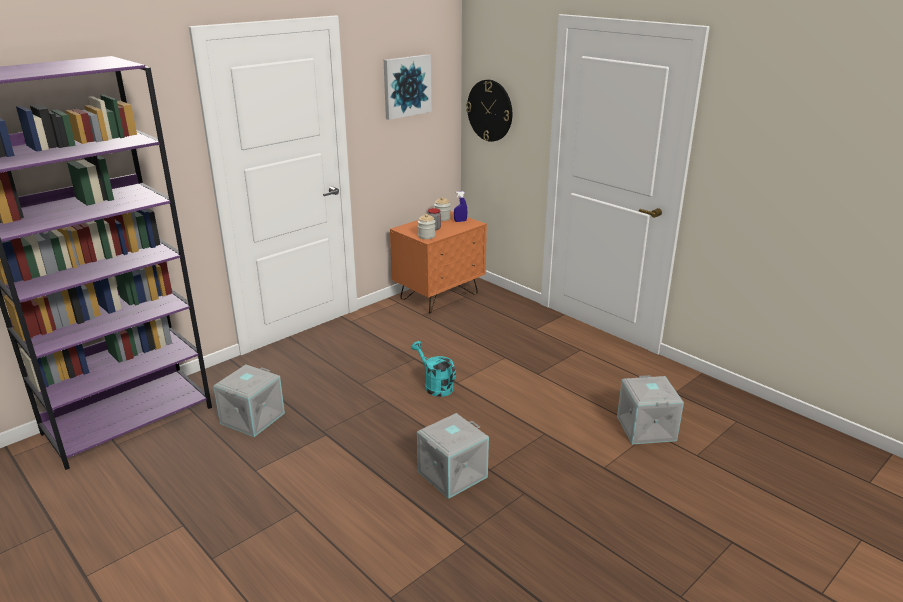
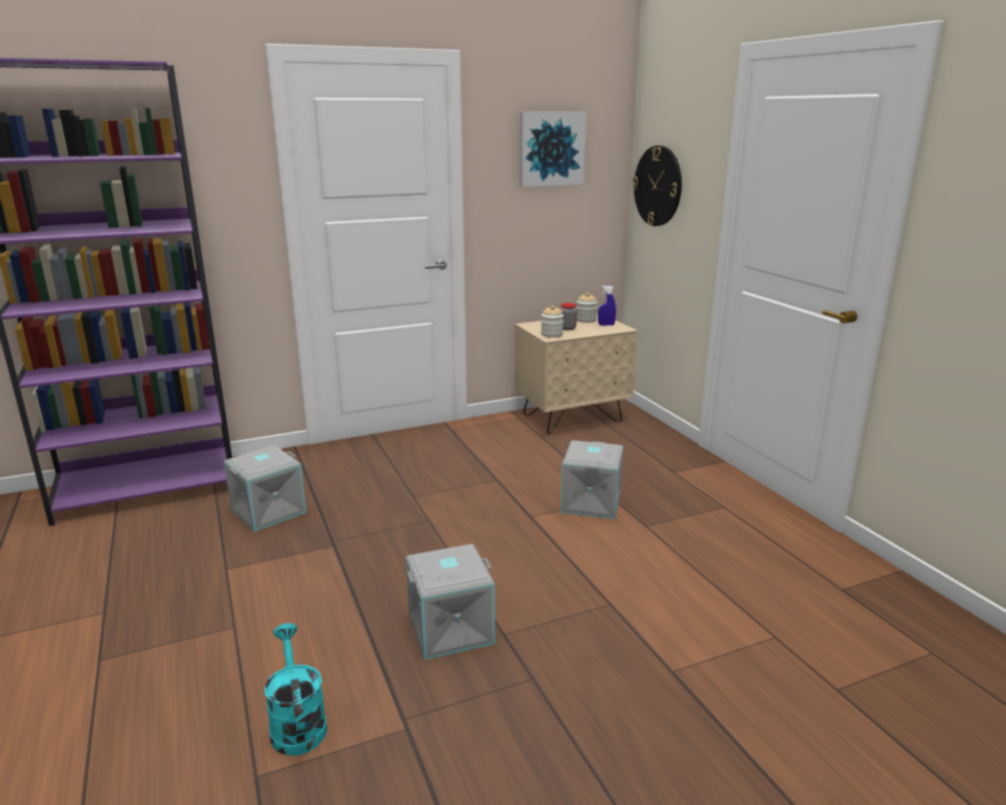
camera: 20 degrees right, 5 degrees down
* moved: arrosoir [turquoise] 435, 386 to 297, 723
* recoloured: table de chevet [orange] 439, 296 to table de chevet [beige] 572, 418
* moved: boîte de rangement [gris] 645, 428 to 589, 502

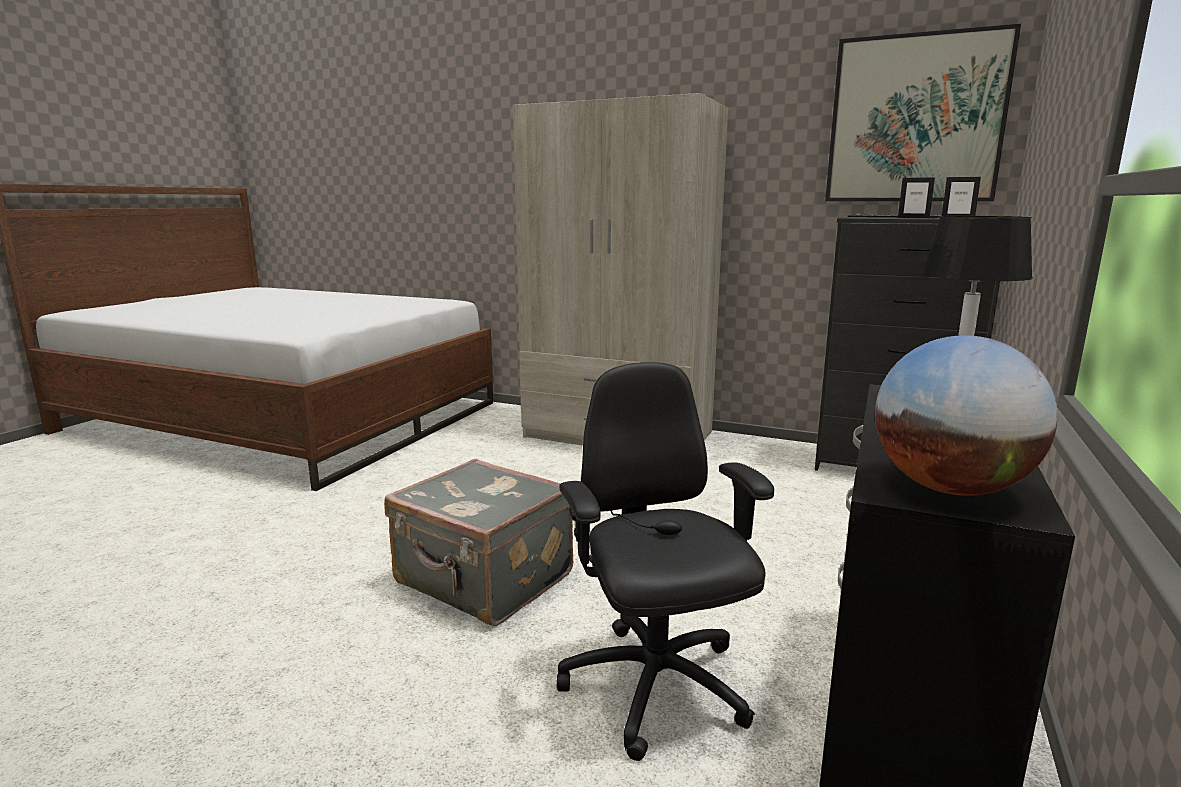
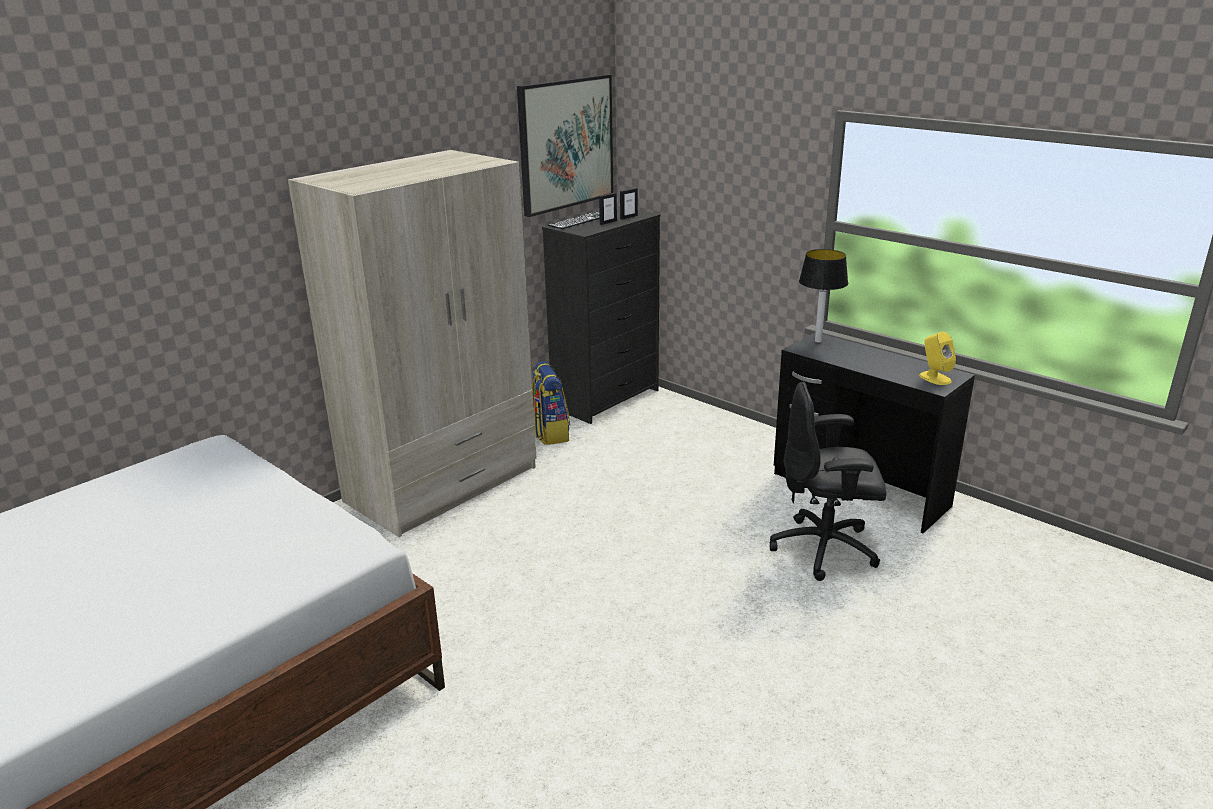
camera: 70 degrees left, 10 degrees up
* added: sac à dos 549, 433
* replaced: globe 950, 488 to enceinte [jaune] 934, 378
* removed: valise [gris] 483, 581

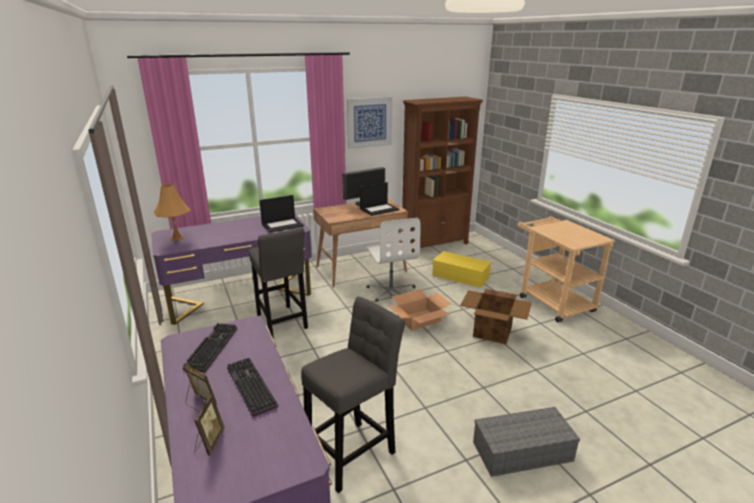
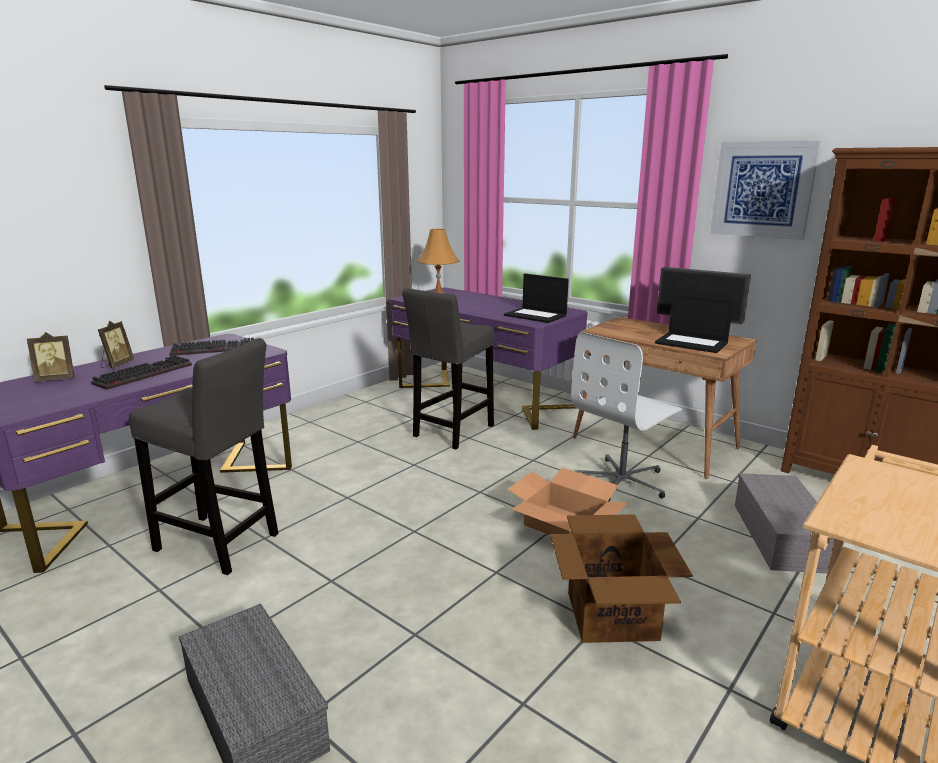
camera: 65 degrees right, 5 degrees down
* recoloured: boîte de rangement [jaune] 461, 276 to boîte de rangement [gris] 782, 537

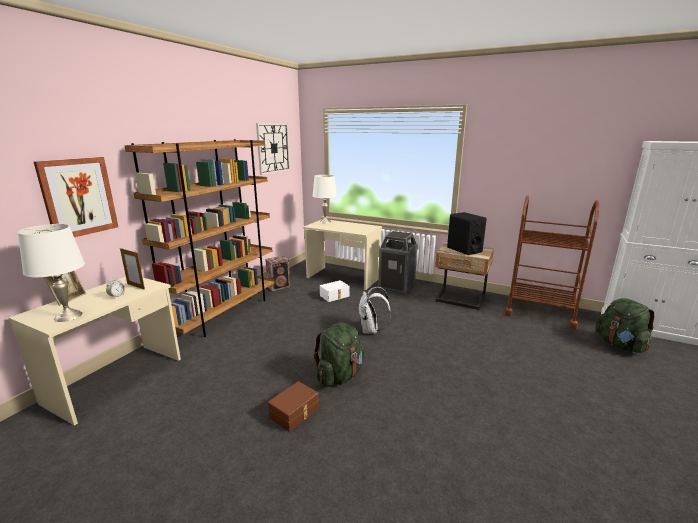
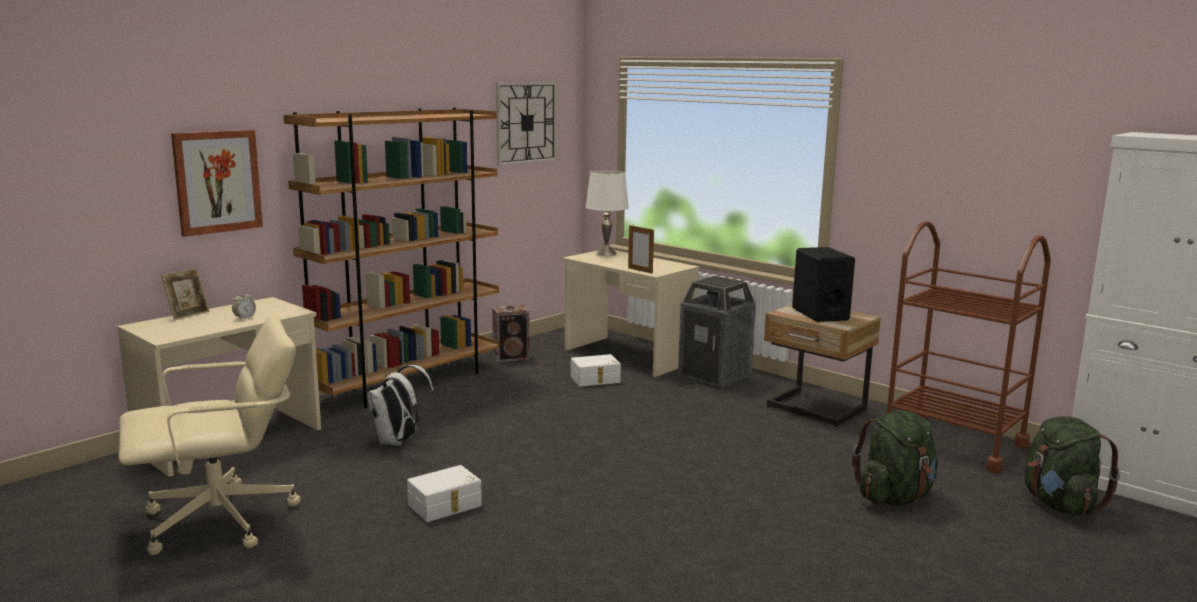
camera: 15 degrees right, 5 degrees down
* added: chaise de bureau [beige] 222, 521
* moved: sac à dos [blanc] 371, 330 to 399, 441
* recoloured: boîte de rangement [marron] 295, 413 to boîte de rangement [blanc] 445, 506
* moved: cadre photo 136, 286 to 640, 270
* moved: sac à dos [vert] 340, 376 to 894, 497
* removed: lampe de table [blanc] 68, 316

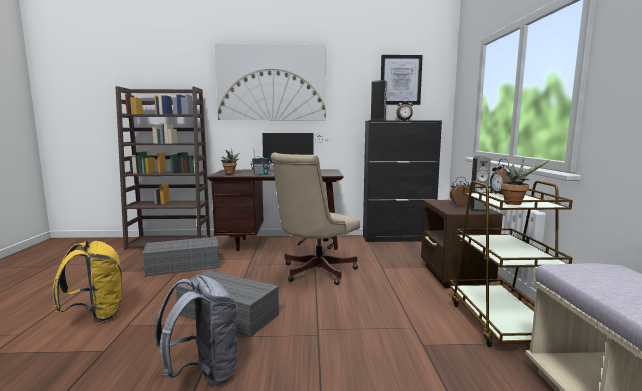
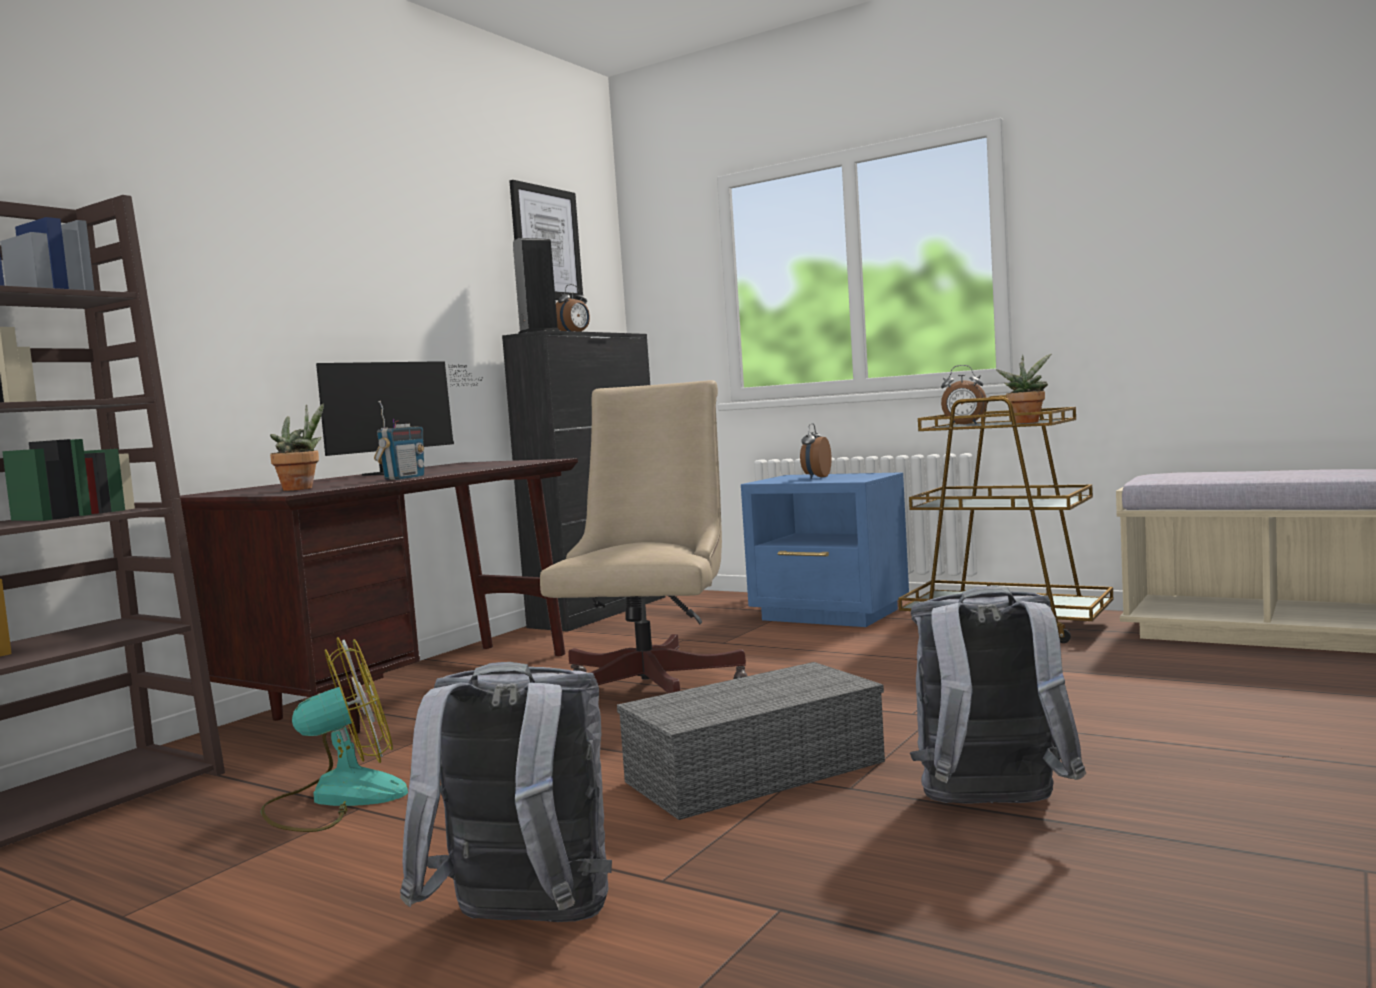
camera: 55 degrees left, 5 degrees down
* replaced: boîte de rangement [gris] 184, 265 to ventilateur 336, 798
* recoloured: sac à dos [jaune] 96, 315 to sac à dos [gris] 524, 927
* turned: chaise de bureau [beige] 314, 272 = 654, 685 150 degrees counterclockwise
* recoloured: table de chevet [marron] 454, 276 to table de chevet [bleu] 831, 615
* removed: tableau 271, 83
* removed: enceinte 477, 209

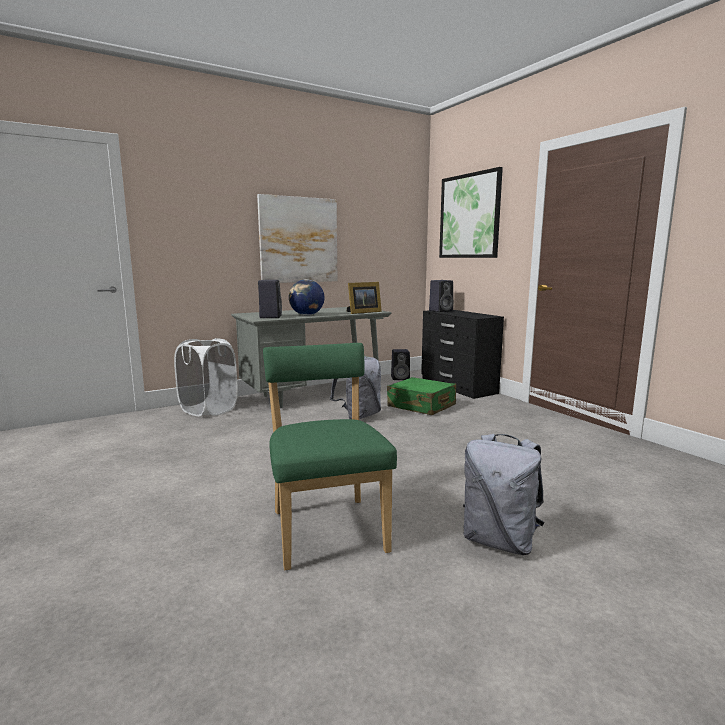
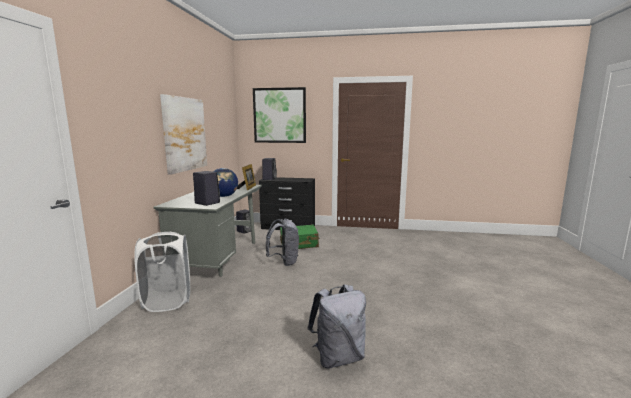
camera: 50 degrees left, 0 degrees up
* moved: sac à dos [gris] 499, 541 to 338, 357
* removed: chaise [vert] 327, 527

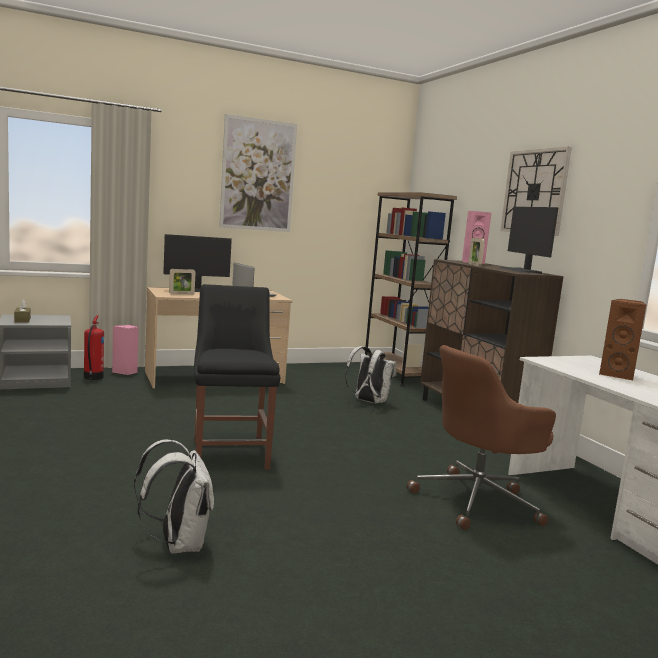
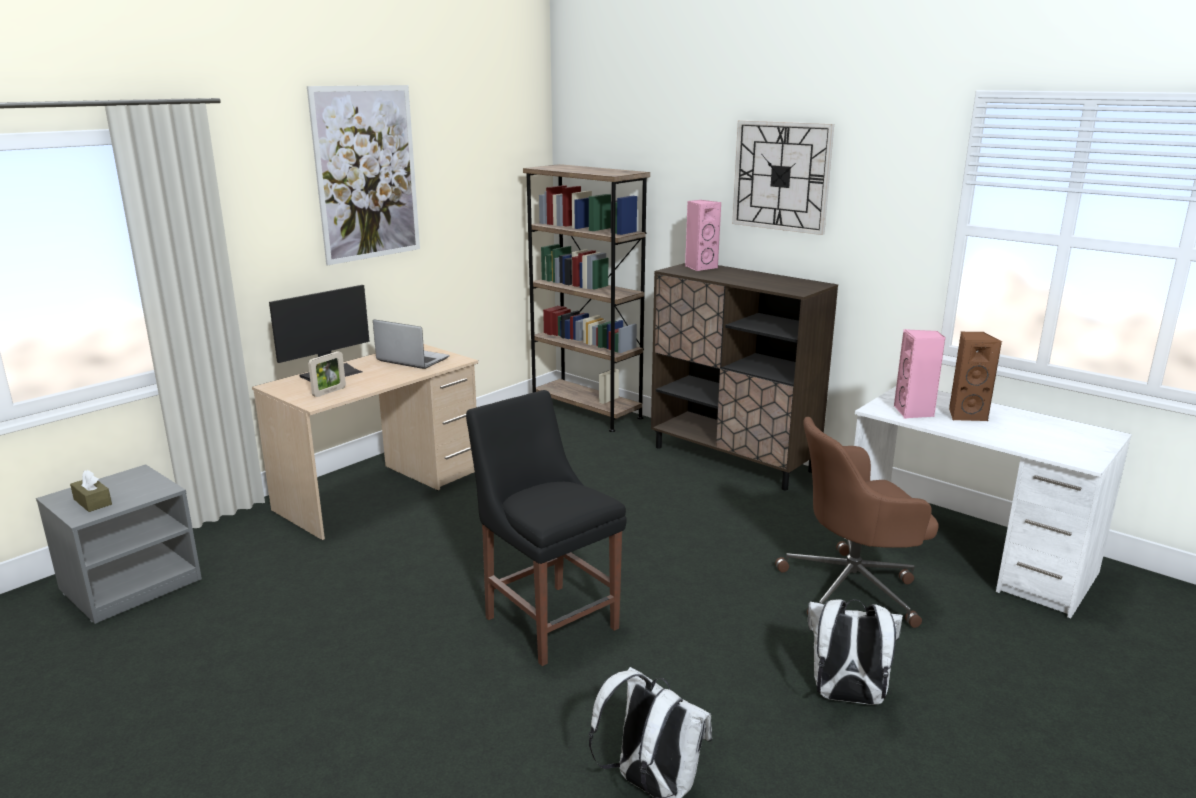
camera: 25 degrees left, 10 degrees up
* turned: chaise de bureau [marron] 477, 501 = 853, 588 45 degrees clockwise
* moved: sac à dos [blanc] 368, 402 to 846, 697
* moved: enceinte [rose] 125, 372 to 914, 412
* removed: extincteur 92, 377
* removed: cadre photo 474, 265
* removed: écran d'ordinateur 521, 270

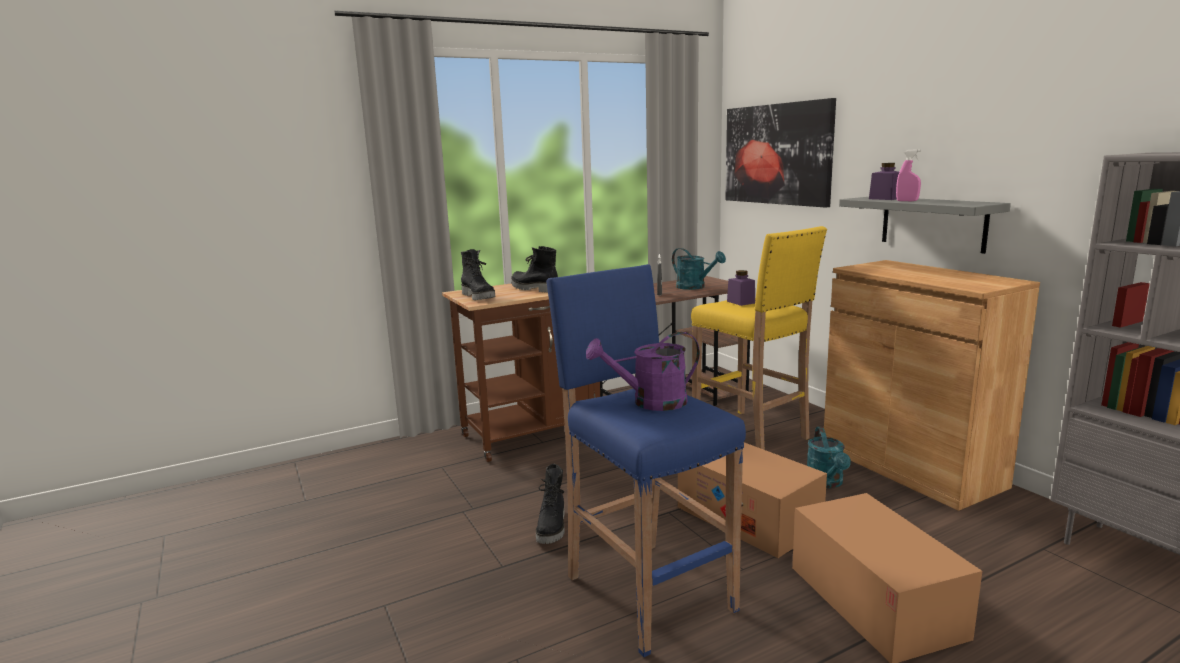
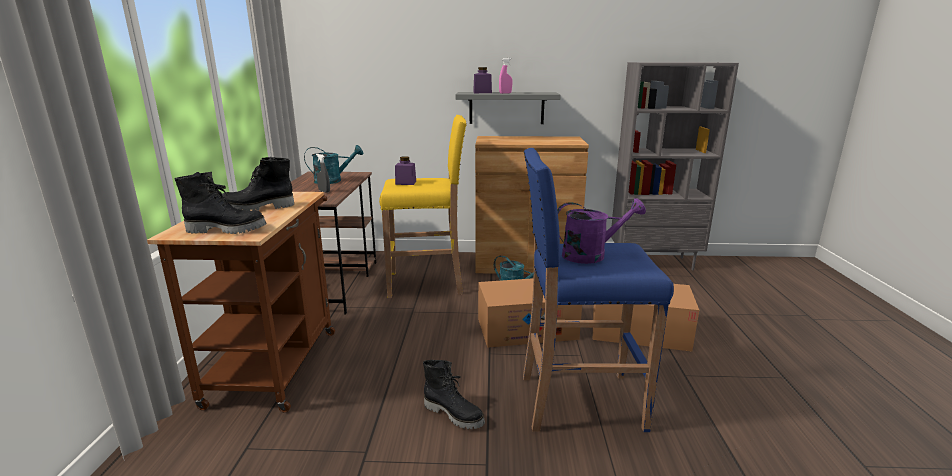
camera: 60 degrees left, 5 degrees up
* turned: arrosoir [violet] 650, 403 = 591, 255 120 degrees counterclockwise
* removed: tableau 777, 154

